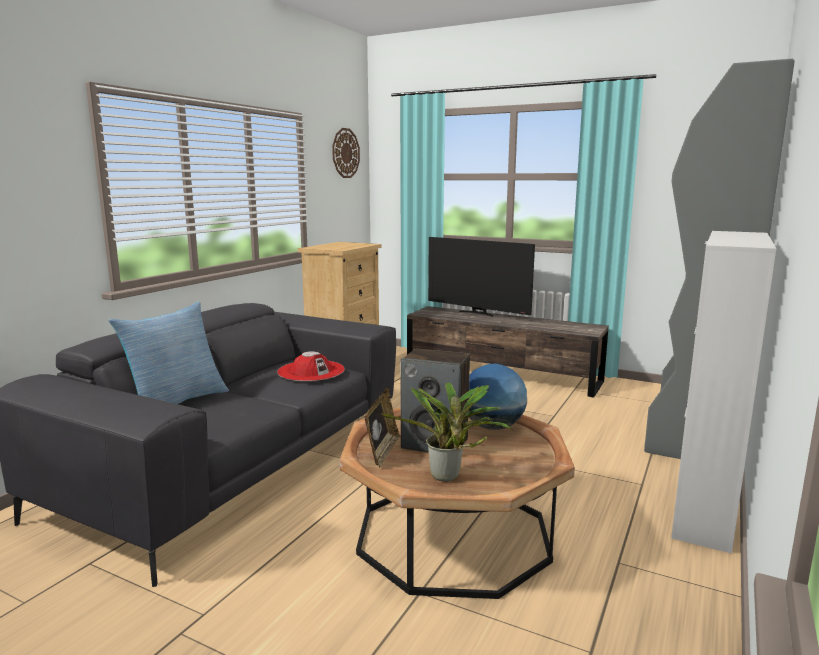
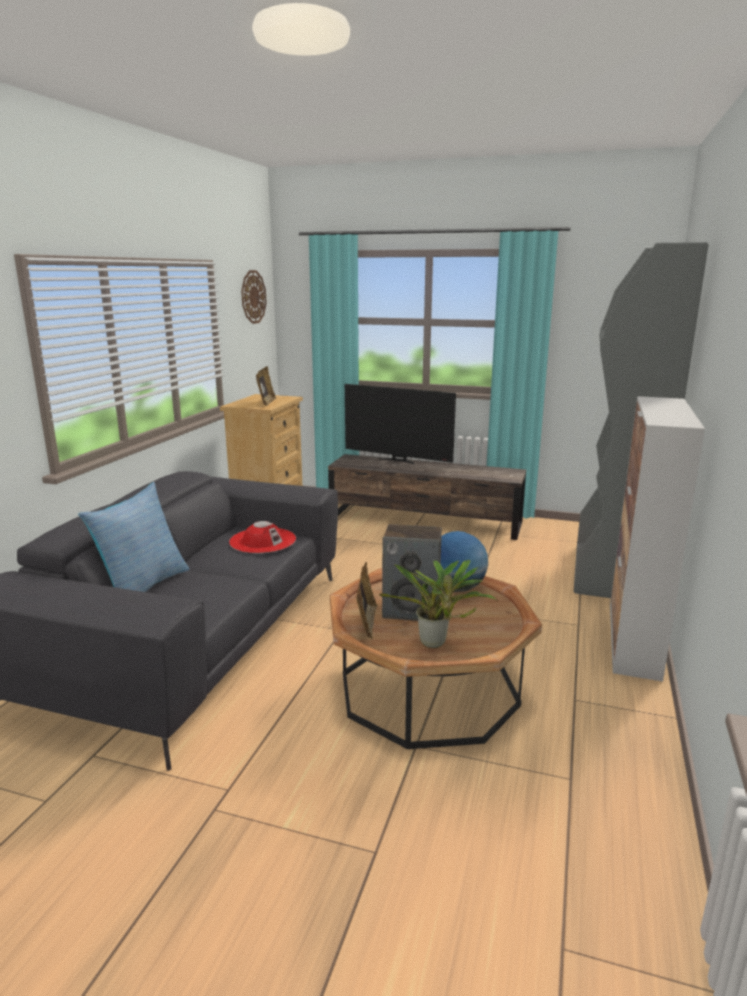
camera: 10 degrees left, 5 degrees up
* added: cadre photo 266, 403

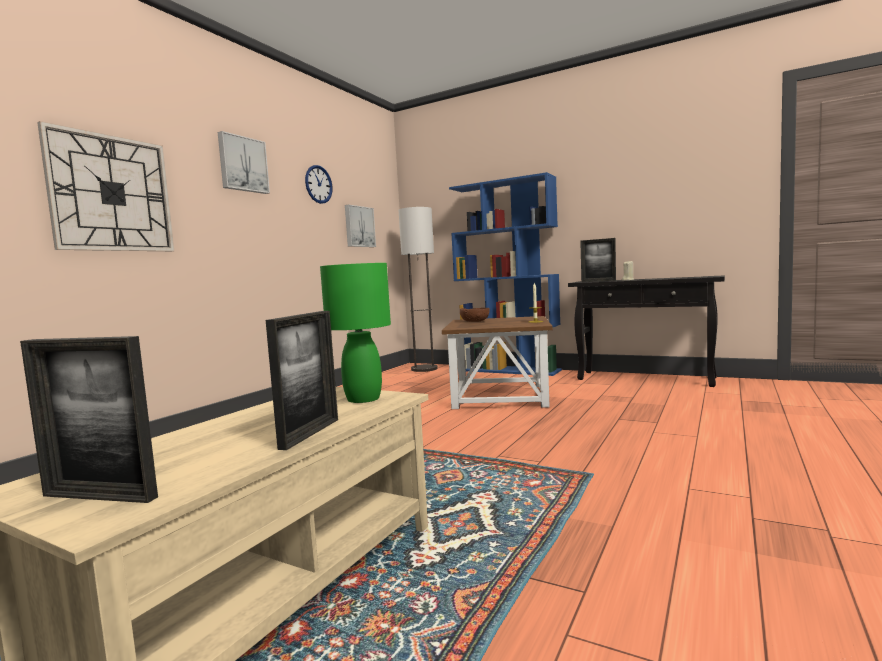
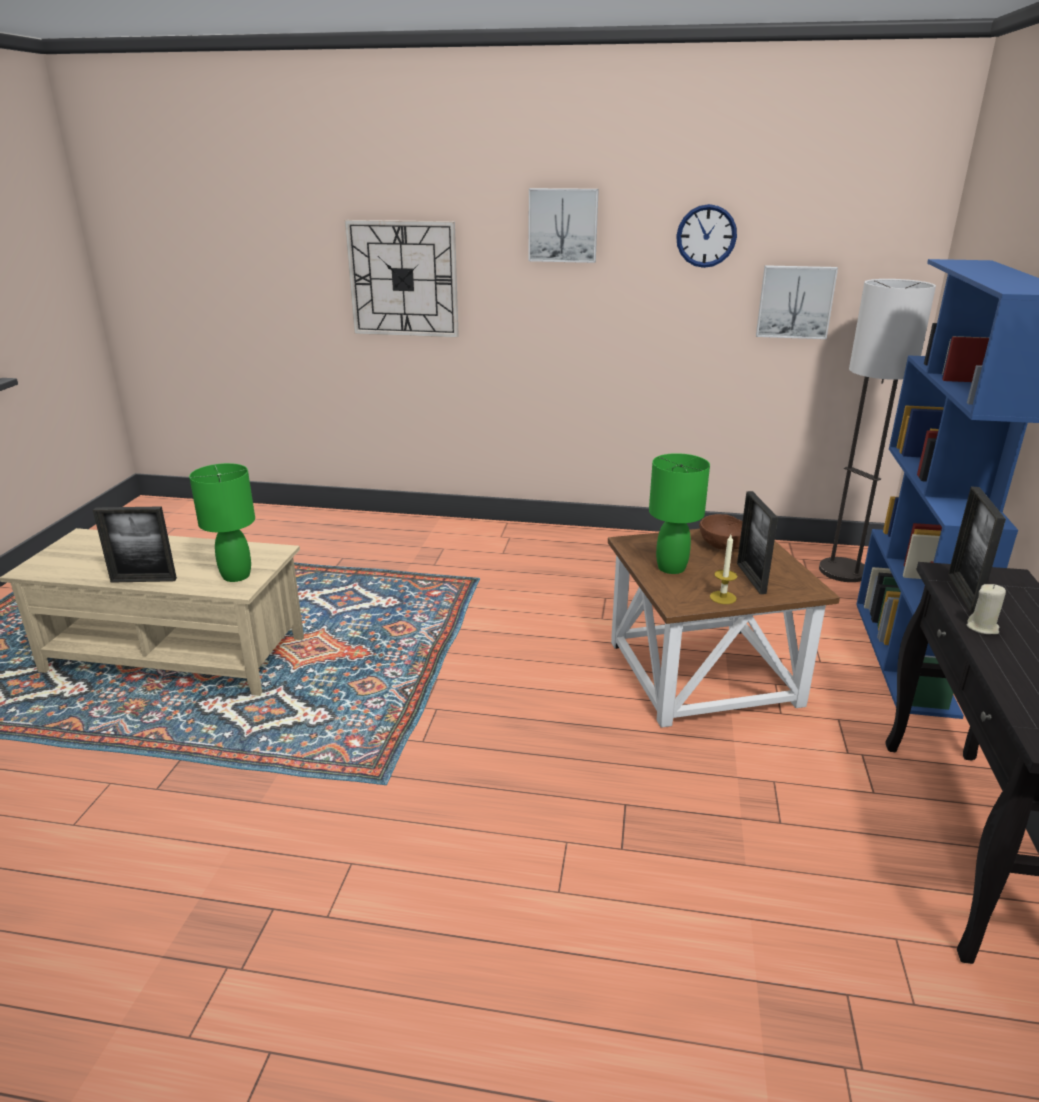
camera: 70 degrees right, 20 degrees up
* added: lampe de table [vert] 670, 568
* moved: cadre photo 99, 496 to 751, 578

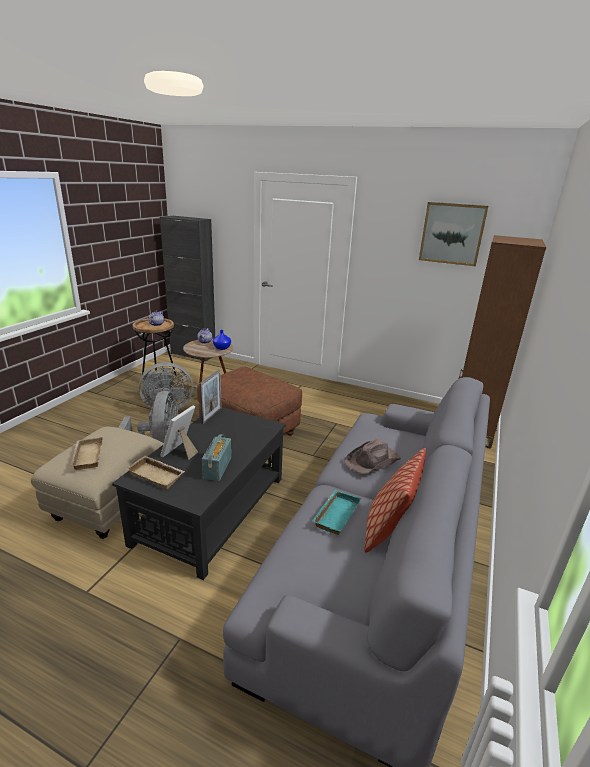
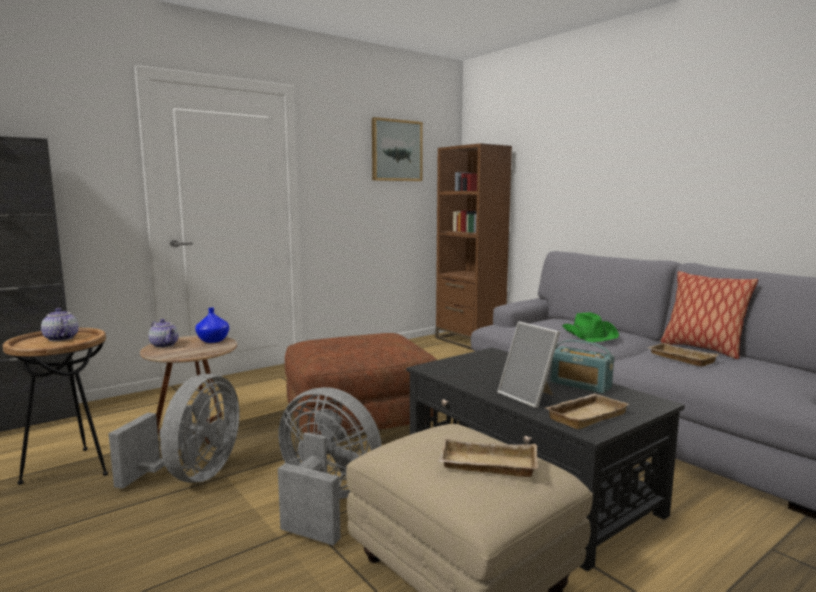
camera: 60 degrees left, 15 degrees down
* recoloured: chapeau [marron] 373, 461 to chapeau [vert] 589, 335
* recoloured: plateau [turquoise] 335, 514 to plateau [beige] 679, 358
* removed: cadre photo 211, 415

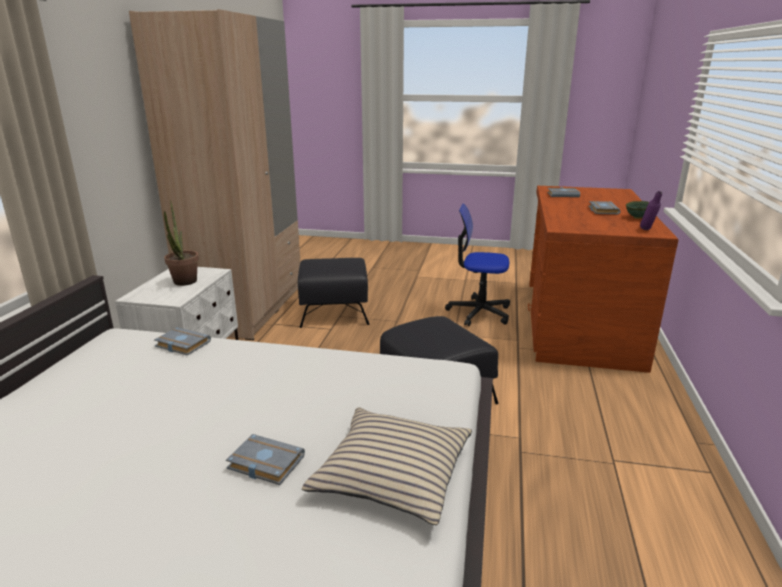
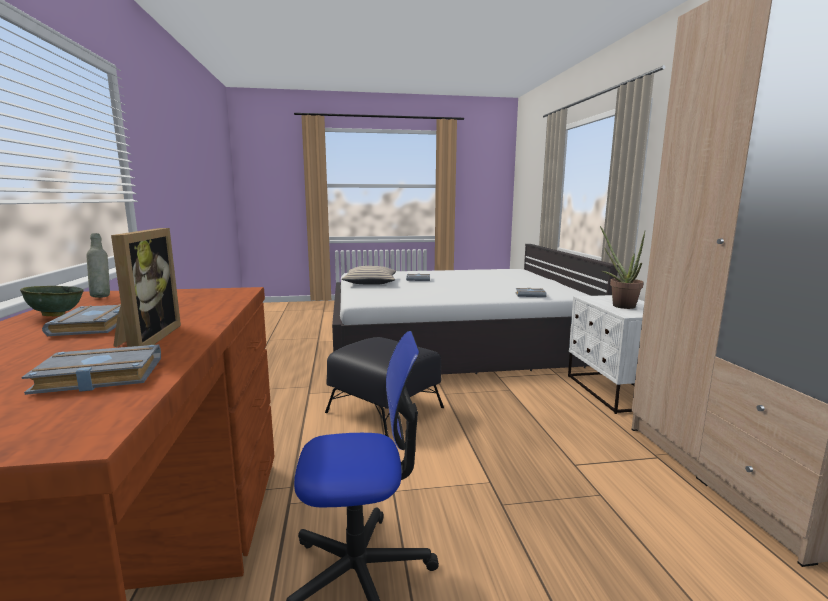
camera: 160 degrees right, 10 degrees down
* recoloured: bouteille [violet] 647, 230 to bouteille [gris] 102, 296
* added: cadre photo 145, 339
* removed: pouf [noir] 335, 312

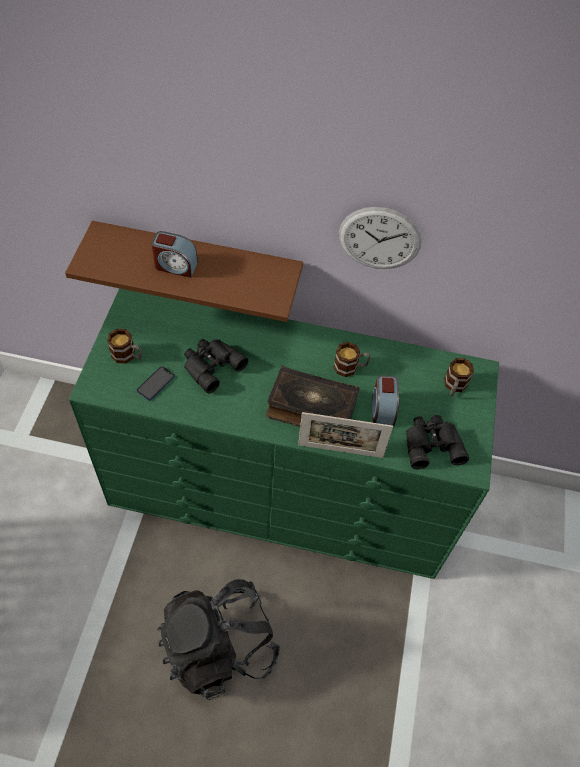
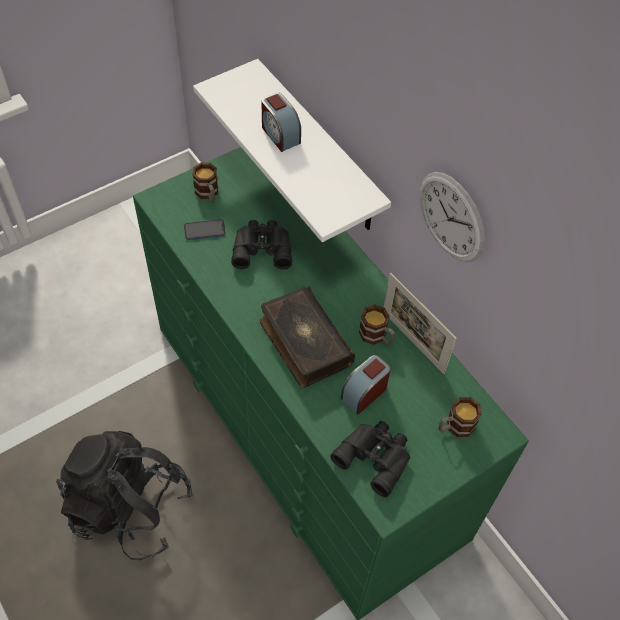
camera: 45 degrees right, 0 degrees up
* recoloured: étagère [marron] 198, 261 to étagère [blanc] 319, 149
* moved: cadre photo 340, 451 to 413, 341

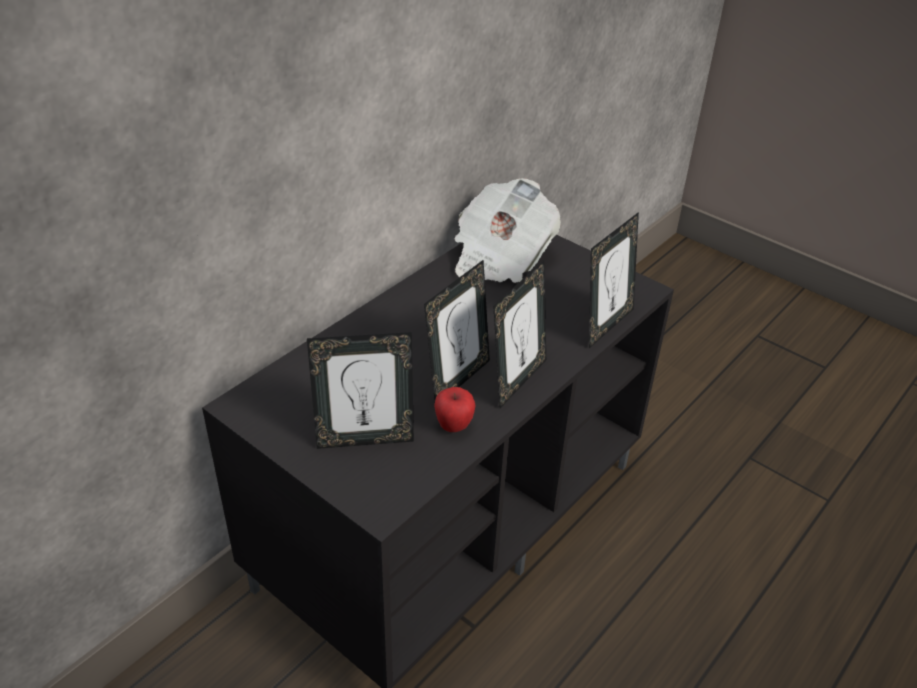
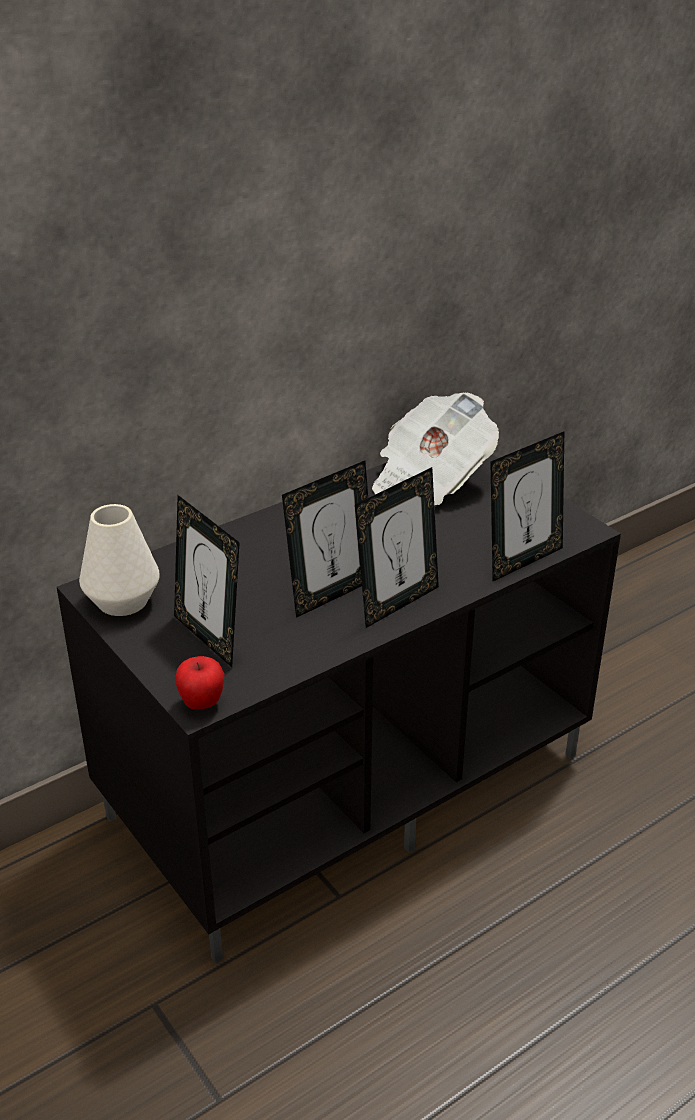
camera: 15 degrees right, 5 degrees down
* added: vase [blanc] 122, 601
* turned: cadre photo 365, 439 = 209, 637 45 degrees clockwise
* moved: pomme 454, 426 to 202, 703

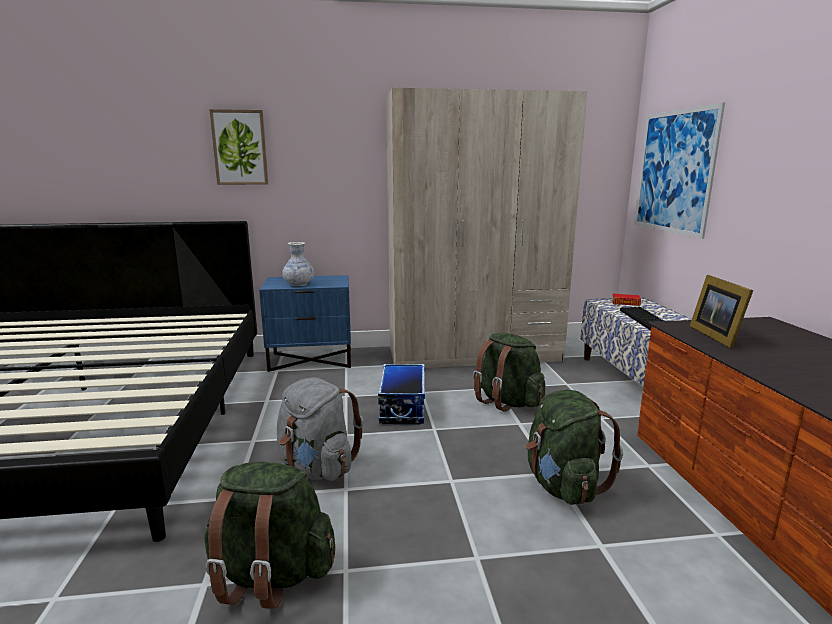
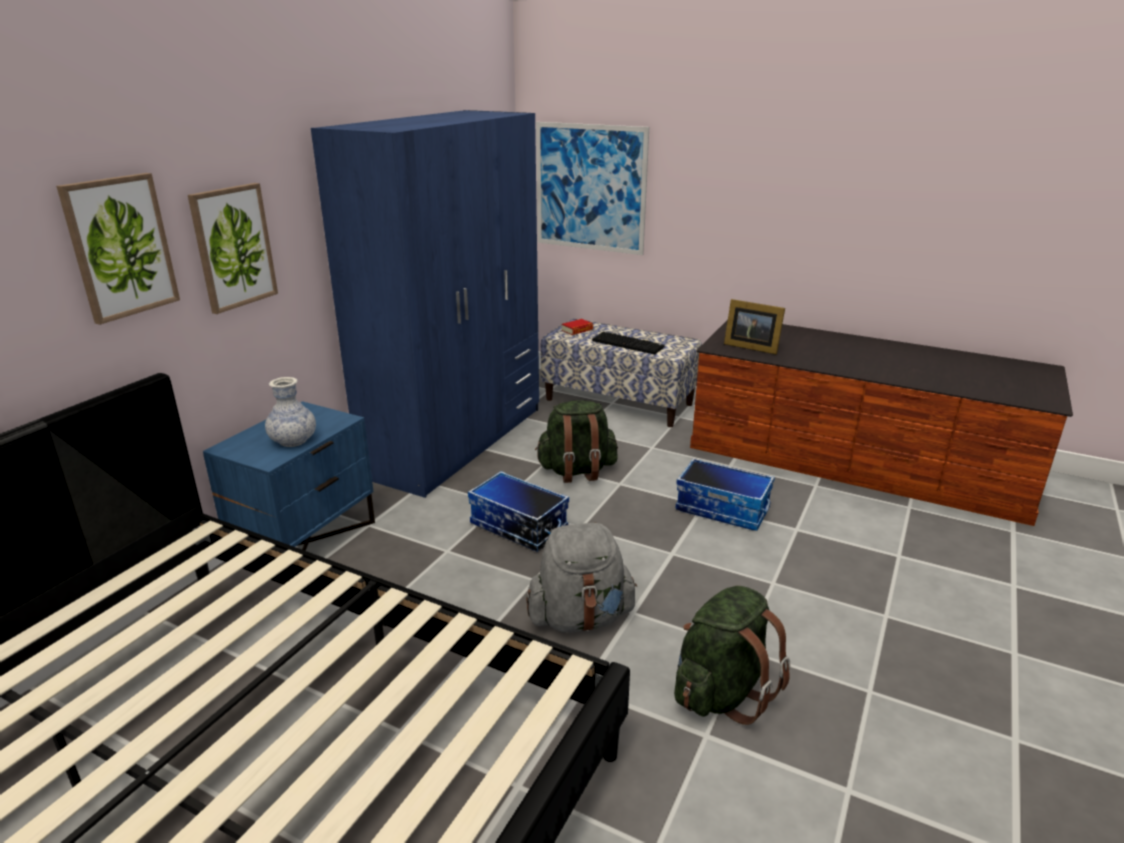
camera: 55 degrees left, 10 degrees up
* added: tableau 233, 247
* recoloured: armoire [beige] 474, 354 to armoire [bleu] 457, 441
* replaced: sac à dos [vert] 563, 485 to boîte de rangement 723, 509

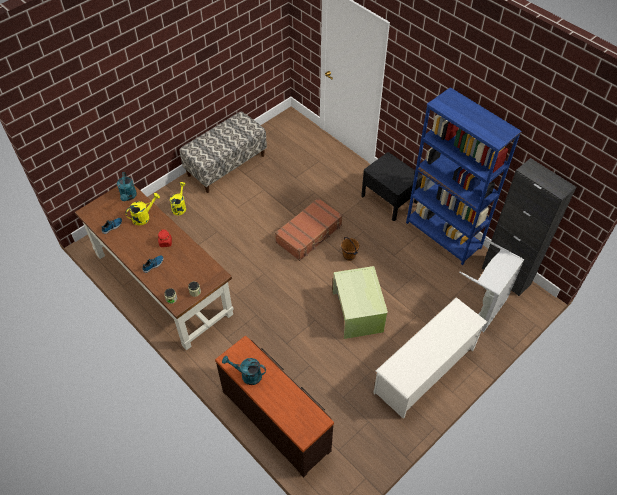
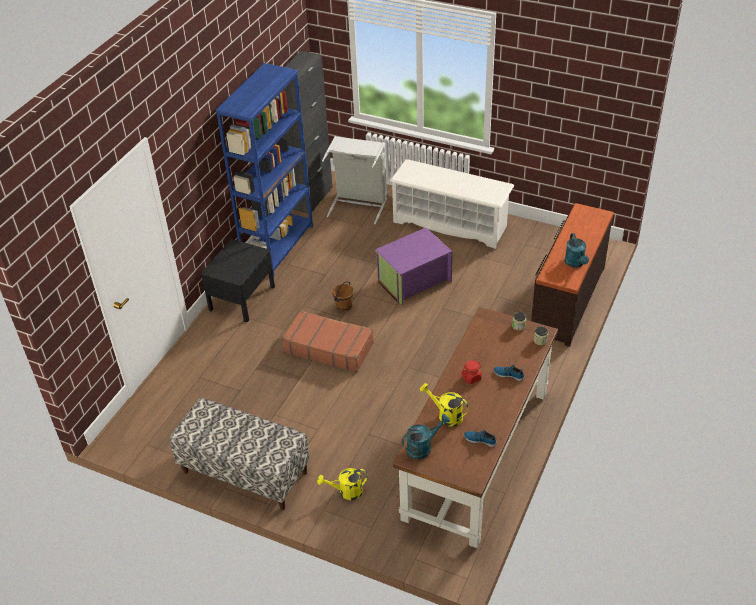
camera: 110 degrees left, 10 degrees down
* recoloured: boîte de rangement [vert] 358, 312 to boîte de rangement [violet] 413, 280

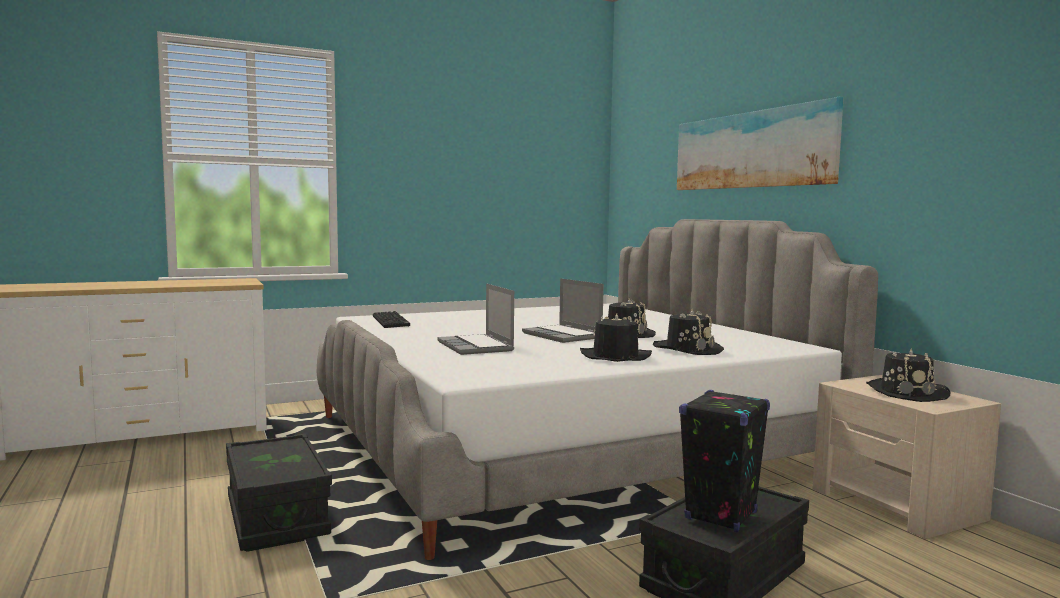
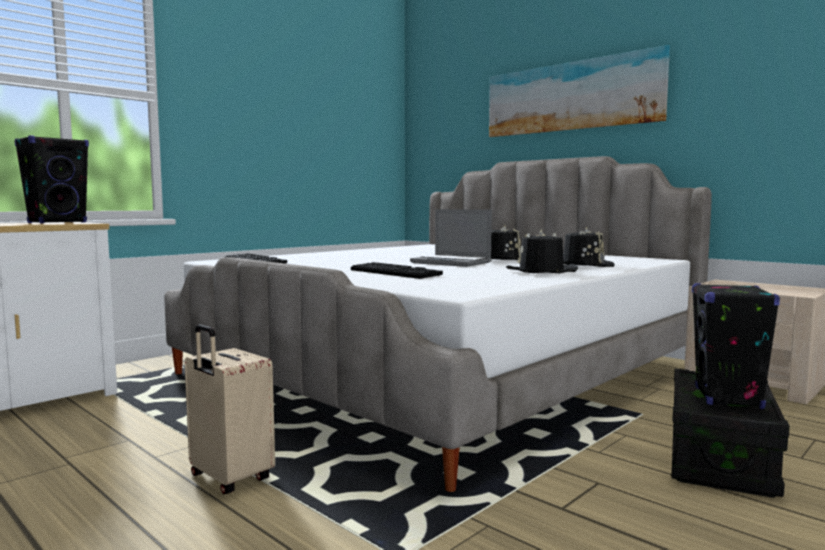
camera: 20 degrees left, 0 degrees up
* added: enceinte [noir] 57, 223
* replaced: boîte de rangement [noir] 277, 517 to valise [beige] 229, 479
* replaced: ordinateur portable 476, 346 to clavier 396, 273
* removed: chapeau [noir] 906, 392

